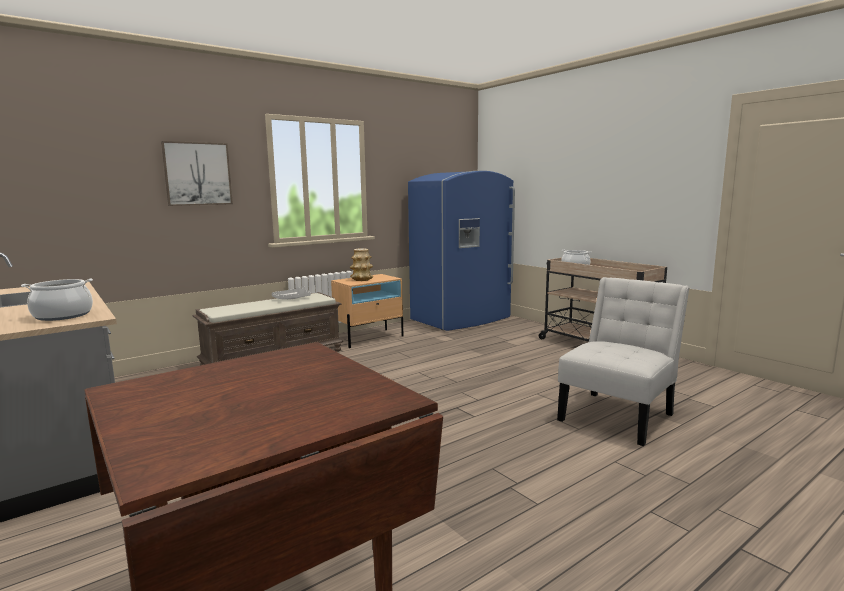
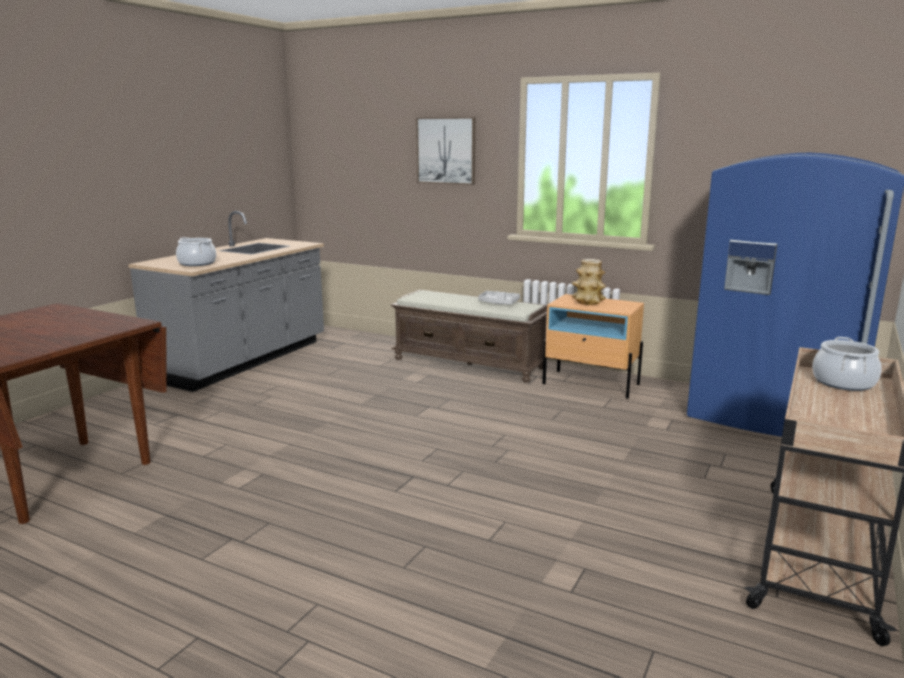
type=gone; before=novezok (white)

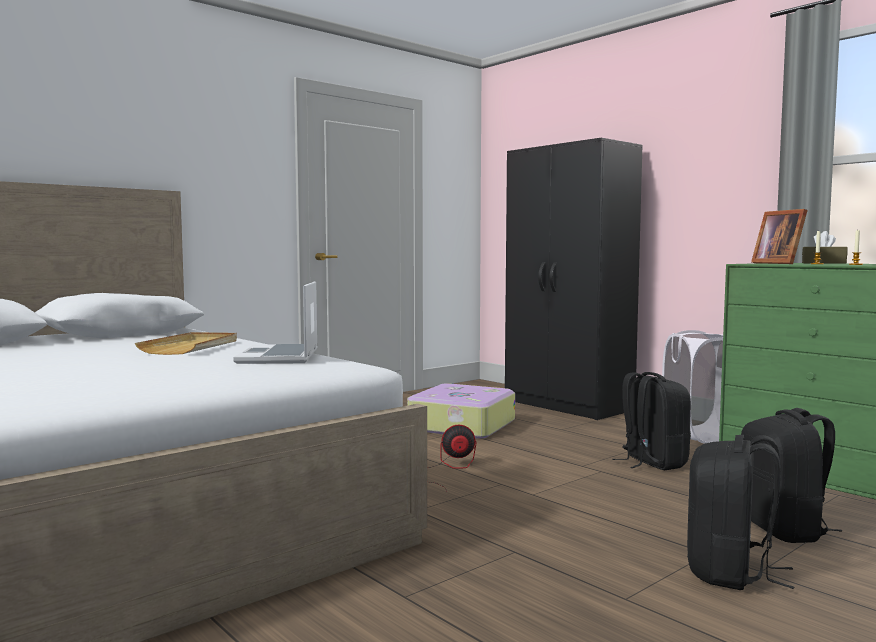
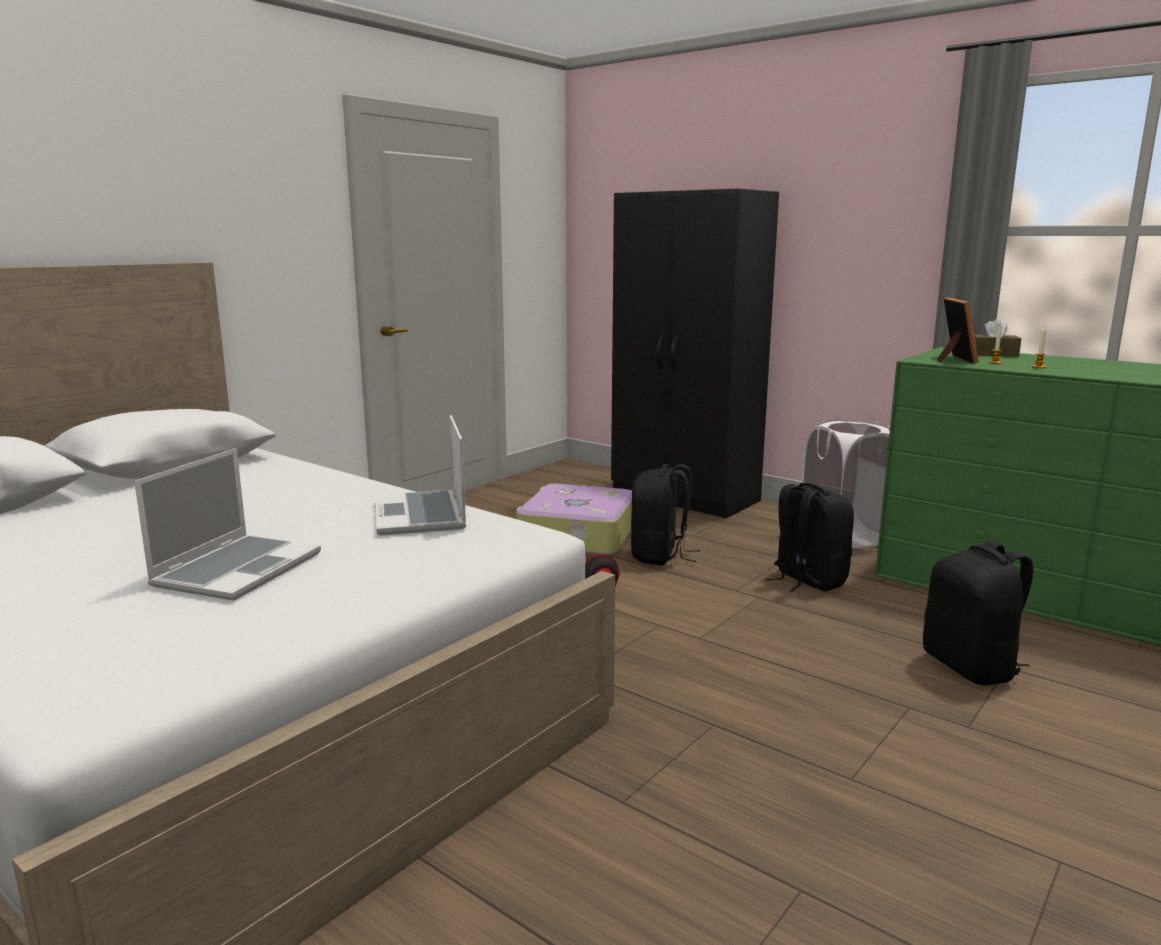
type=gone; before=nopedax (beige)
type=new; after=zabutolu (no. 1 from left)
type=shifted; before=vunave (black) (no. 2 from left in the first image); after=vunave (black) (no. 1 from left)
type=rotated; before=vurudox; turn=-150

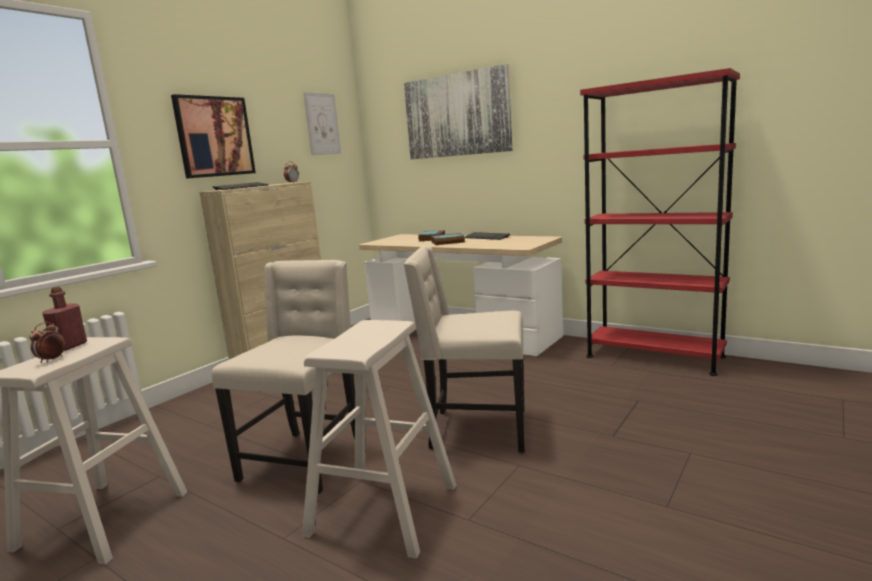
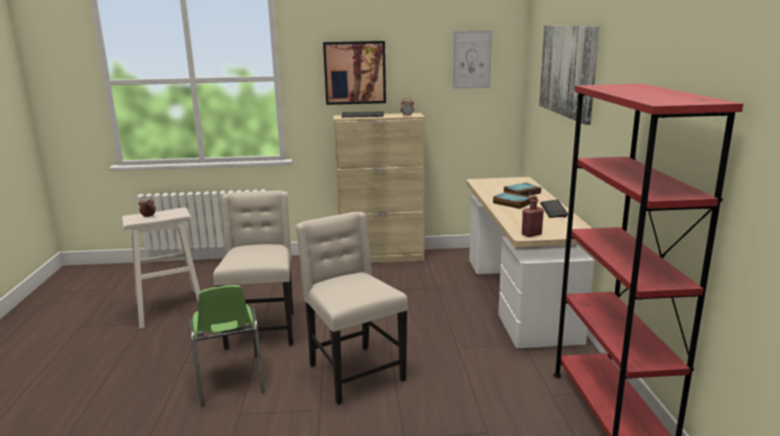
type=shifted; before=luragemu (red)
type=swapped; before=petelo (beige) (no. 2 from left); after=novezok (green)
type=rotated; before=novezok (beige) (no. 1 from left); turn=-75

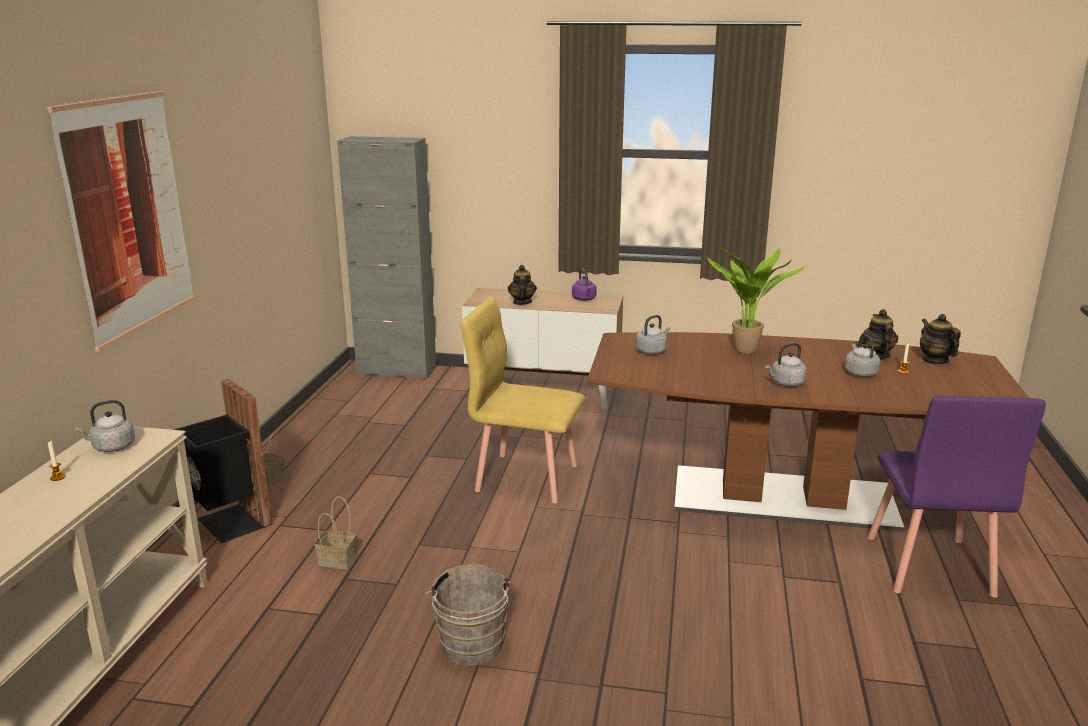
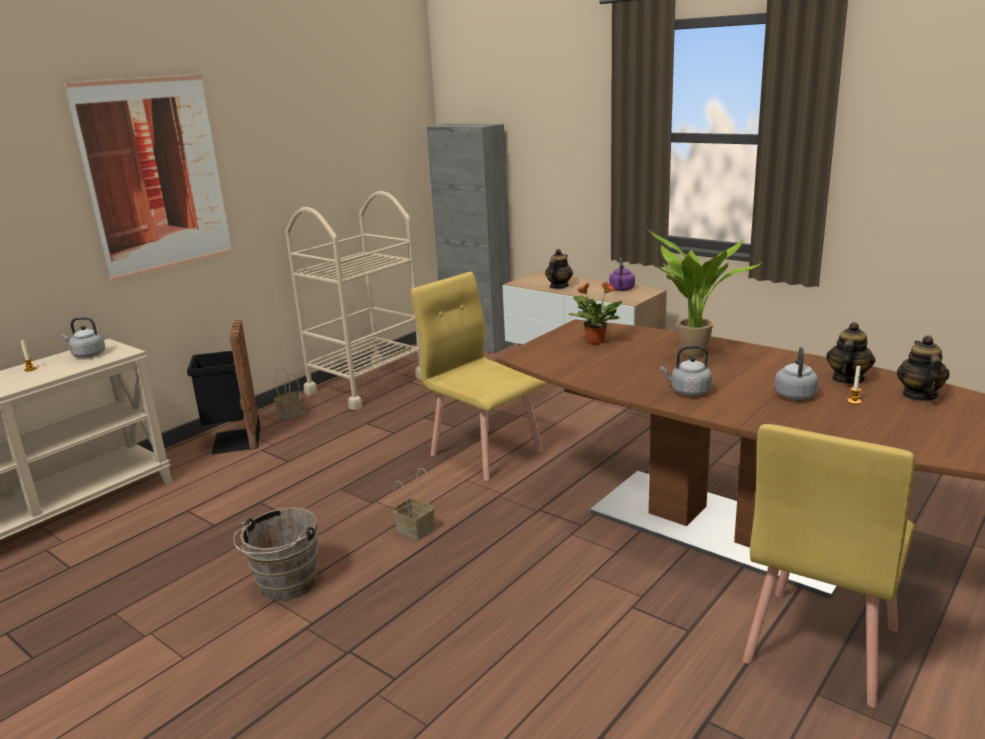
type=new; after=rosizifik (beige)
type=shifted; before=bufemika (no. 2 from left)
type=swapped; before=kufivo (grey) (no. 2 from left); after=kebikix (no. 1 from left)
type=repainted; before=novezok (purple); after=novezok (yellow) (no. 2 from left)

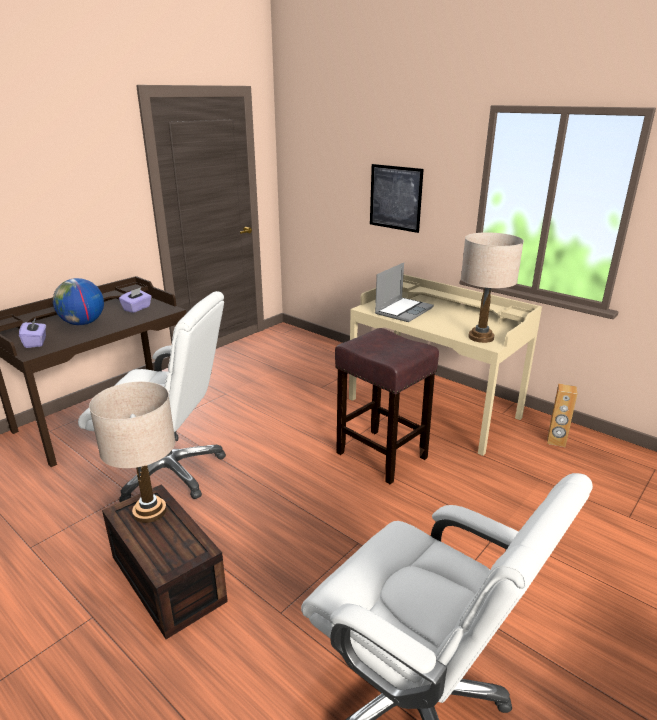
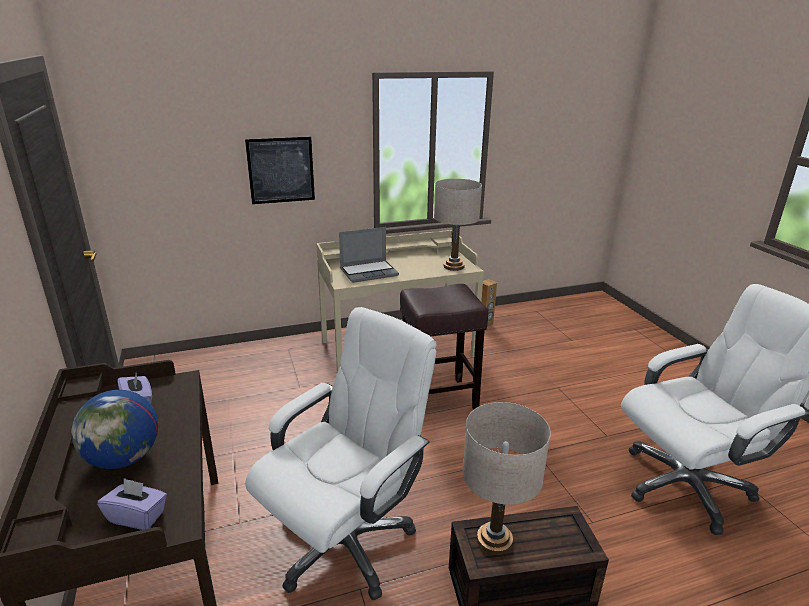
type=rotated; before=zabutolu; turn=90

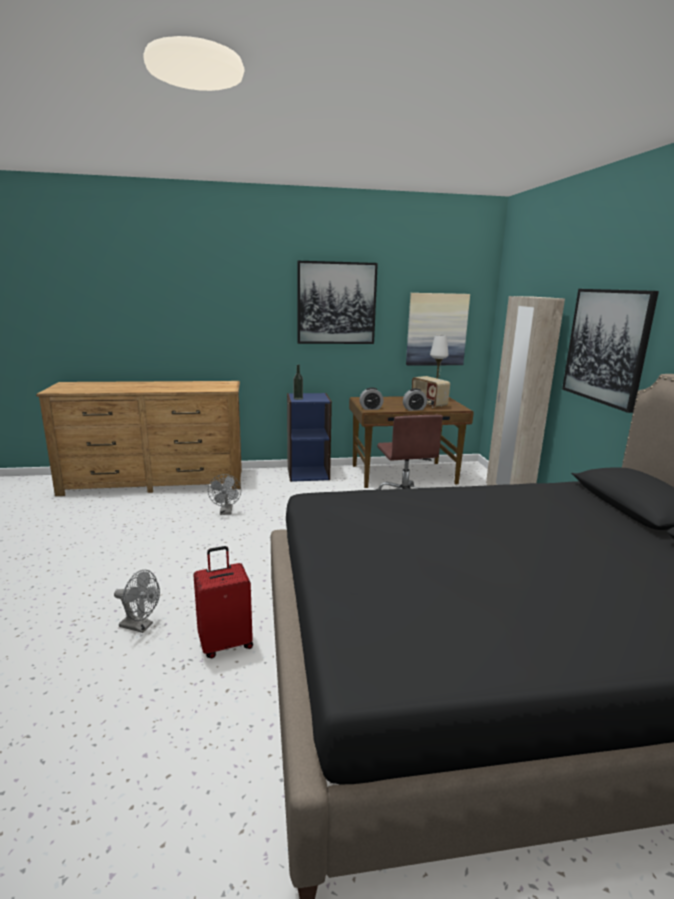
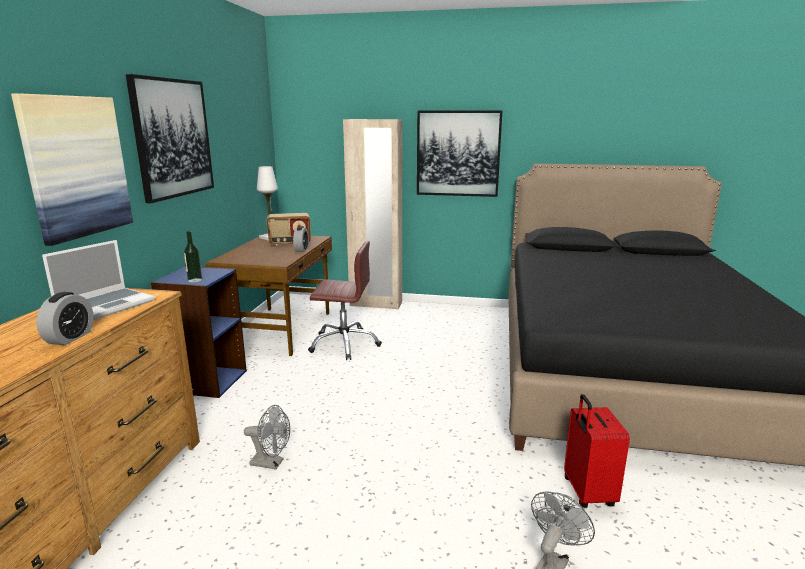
type=new; after=zabutolu
type=shifted; before=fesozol (no. 1 from left)
type=shifted; before=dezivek (no. 2 from left in the first image); after=dezivek (no. 1 from left)

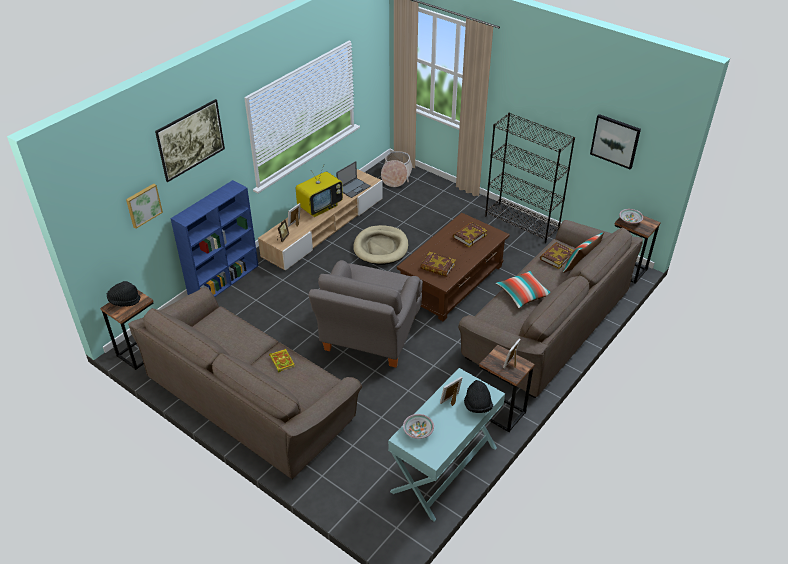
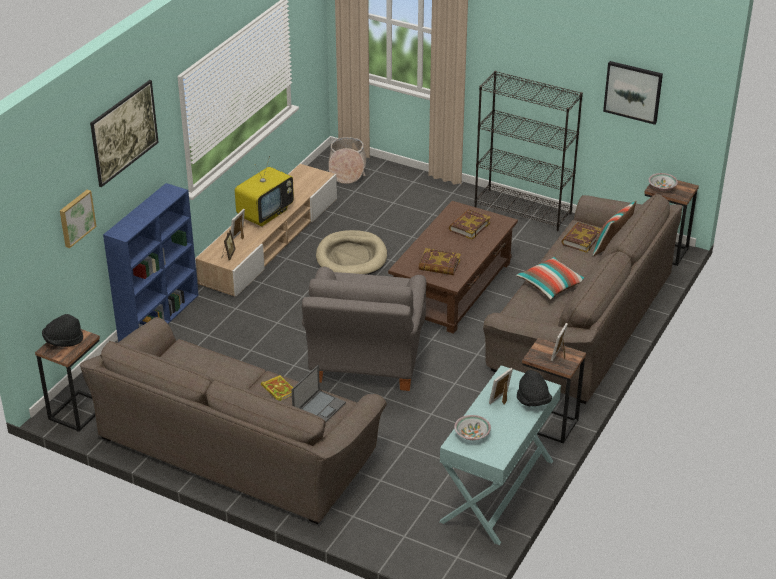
type=shifted; before=zabutolu

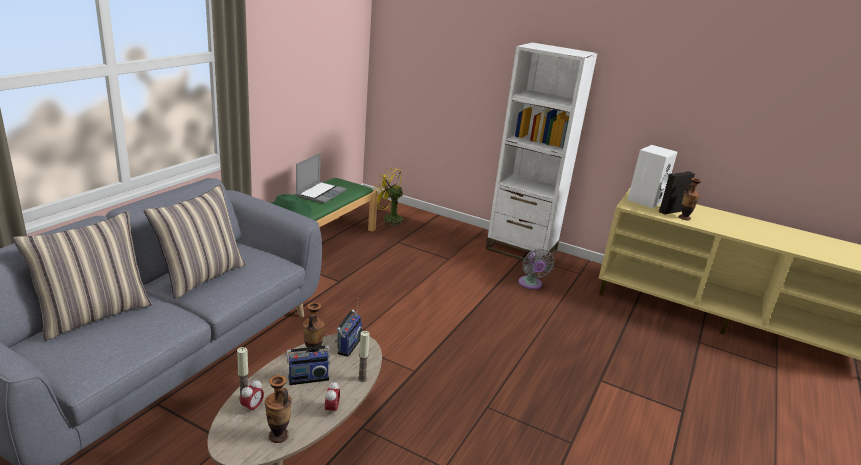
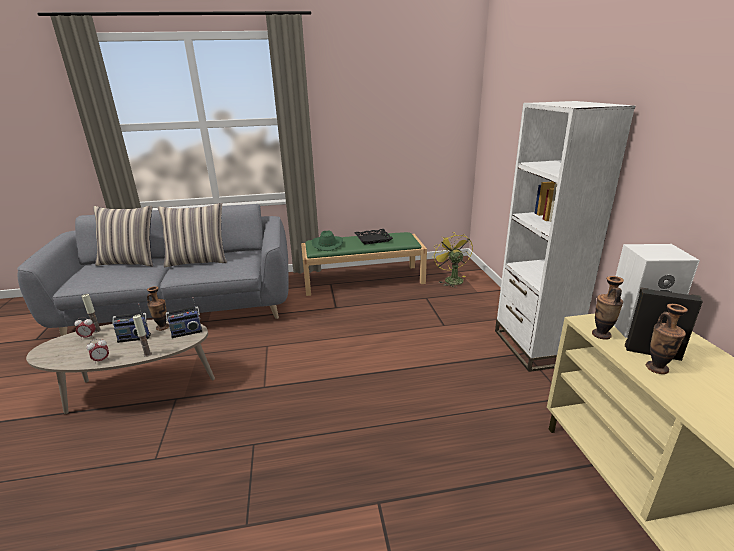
type=gone; before=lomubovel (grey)
type=shifted; before=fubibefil (no. 1 from left in the first image); after=fubibefil (no. 2 from left)
type=swapped; before=zabutolu; after=nopedax (black)
type=rotated; before=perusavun (no. 1 from left); turn=-45

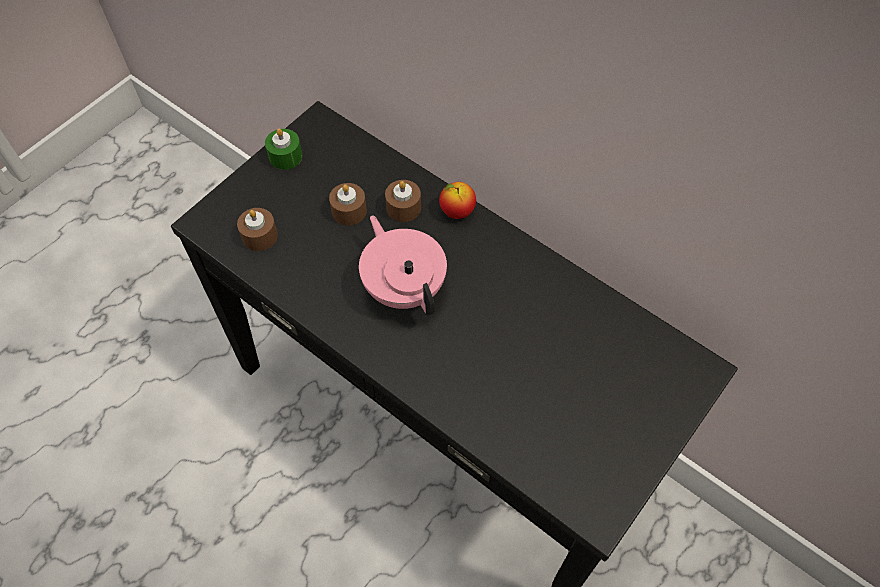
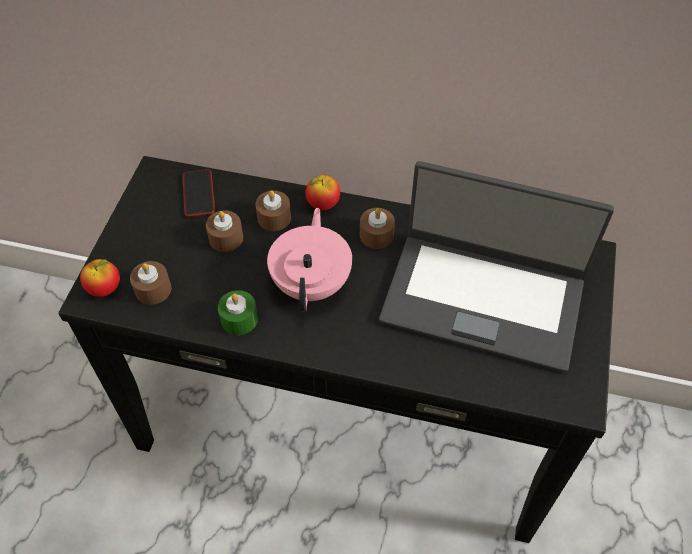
type=new; after=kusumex (no. 1 from left)
type=new; after=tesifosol
type=new; after=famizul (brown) (no. 4 from left)
type=new; after=zabutolu
type=shifted; before=famizul (green)
type=rotated; before=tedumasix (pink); turn=60

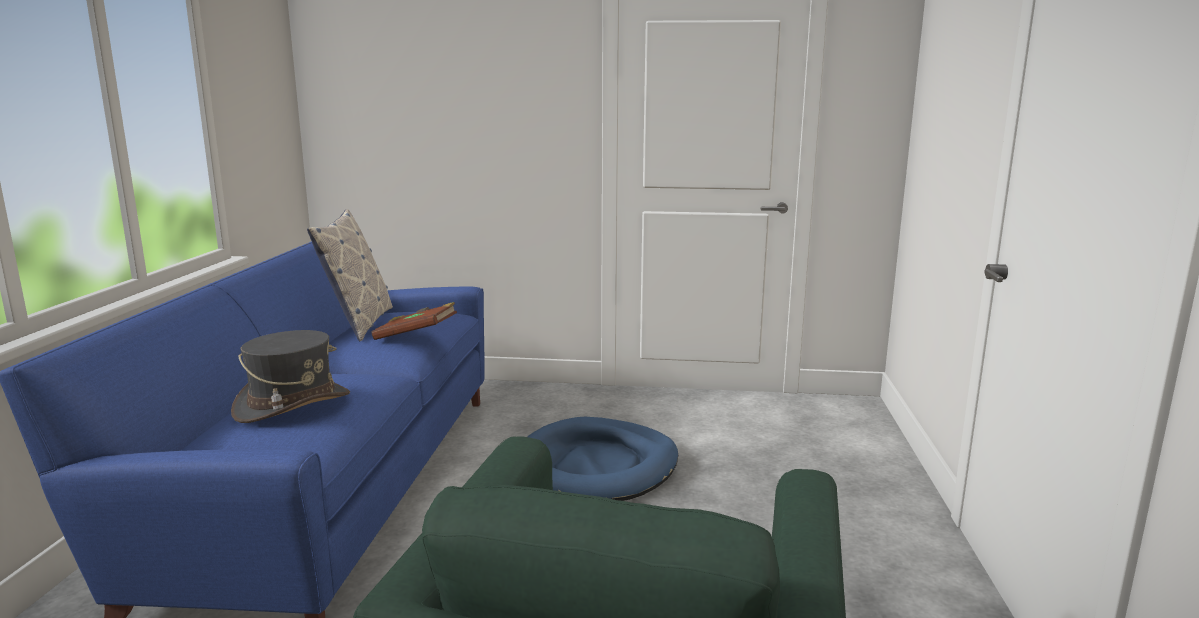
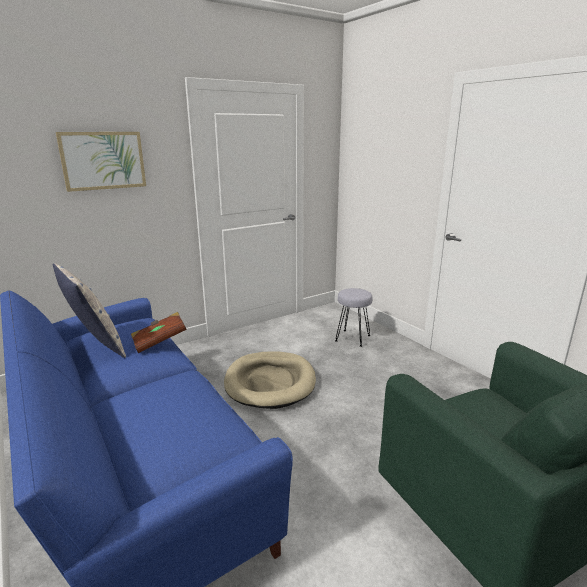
type=gone; before=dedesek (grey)
type=new; after=dezivek
type=new; after=petelo (grey)
type=repainted; before=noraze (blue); after=noraze (beige)

